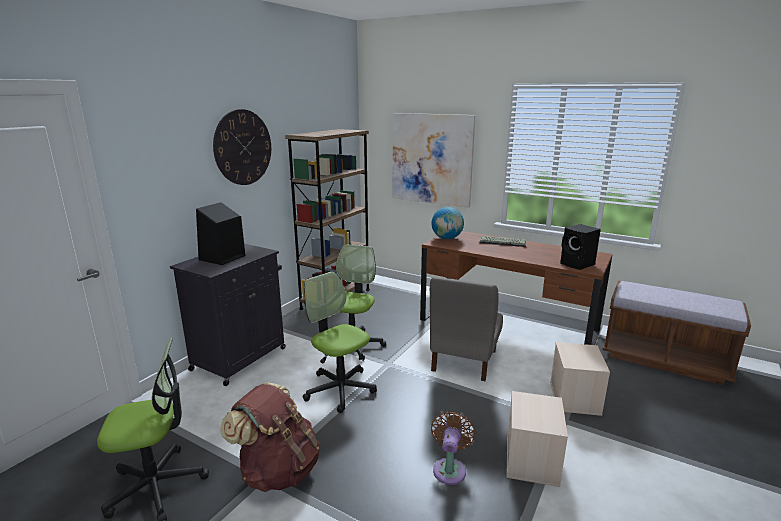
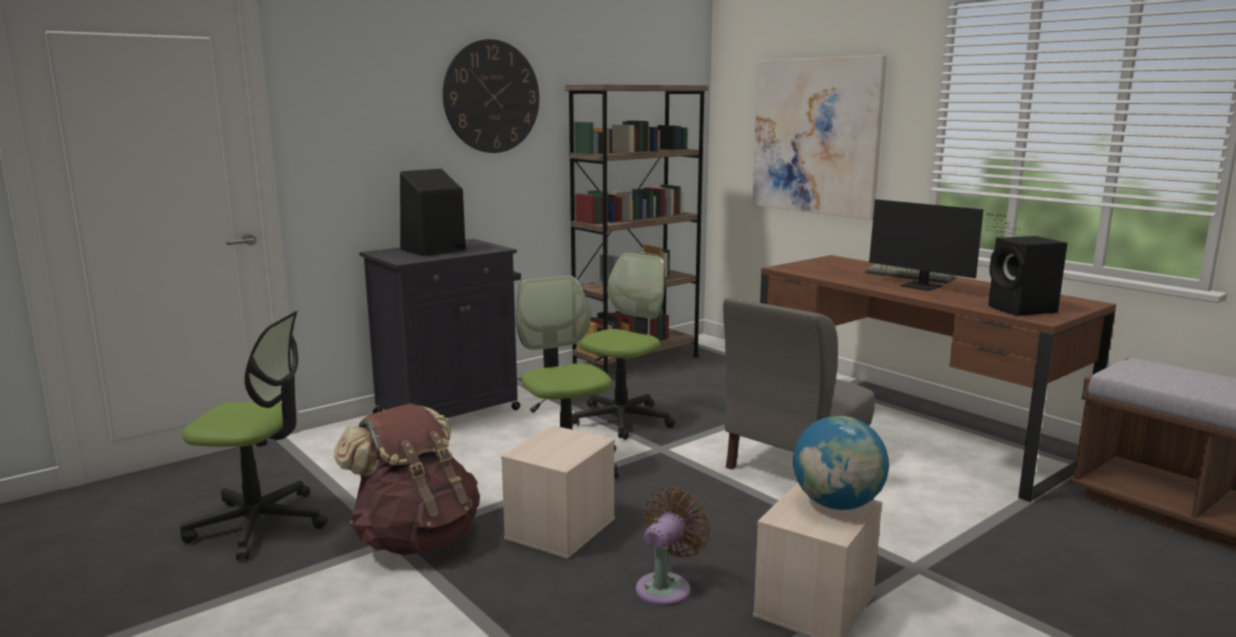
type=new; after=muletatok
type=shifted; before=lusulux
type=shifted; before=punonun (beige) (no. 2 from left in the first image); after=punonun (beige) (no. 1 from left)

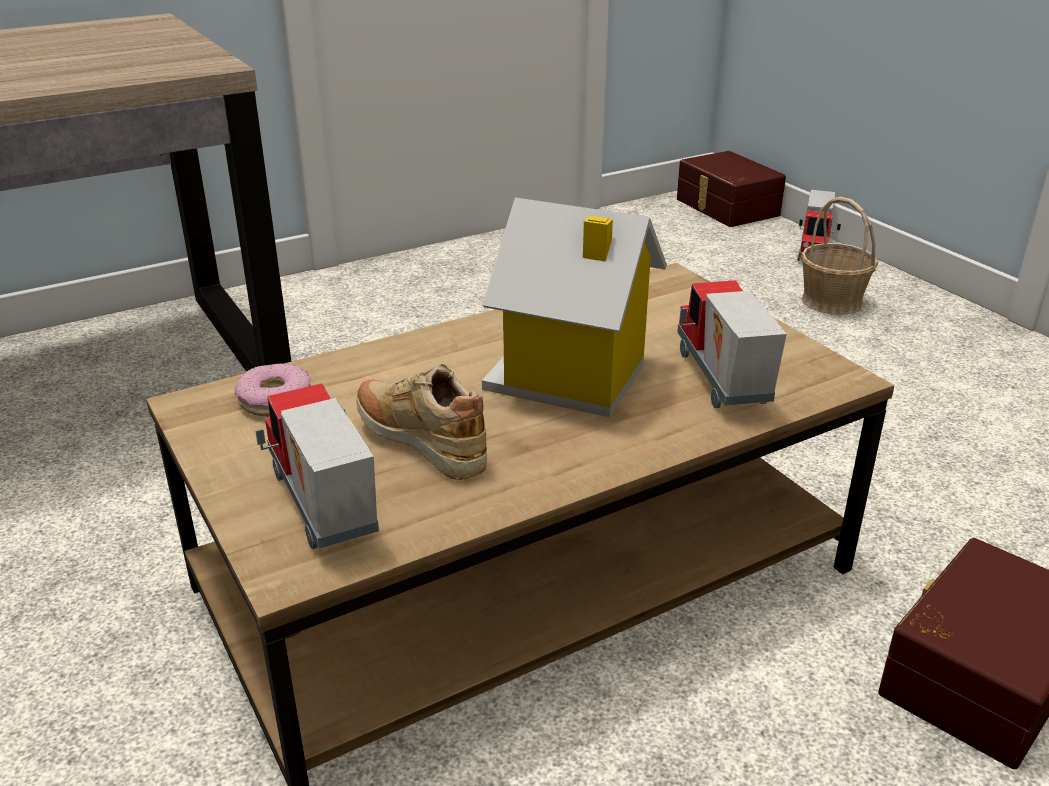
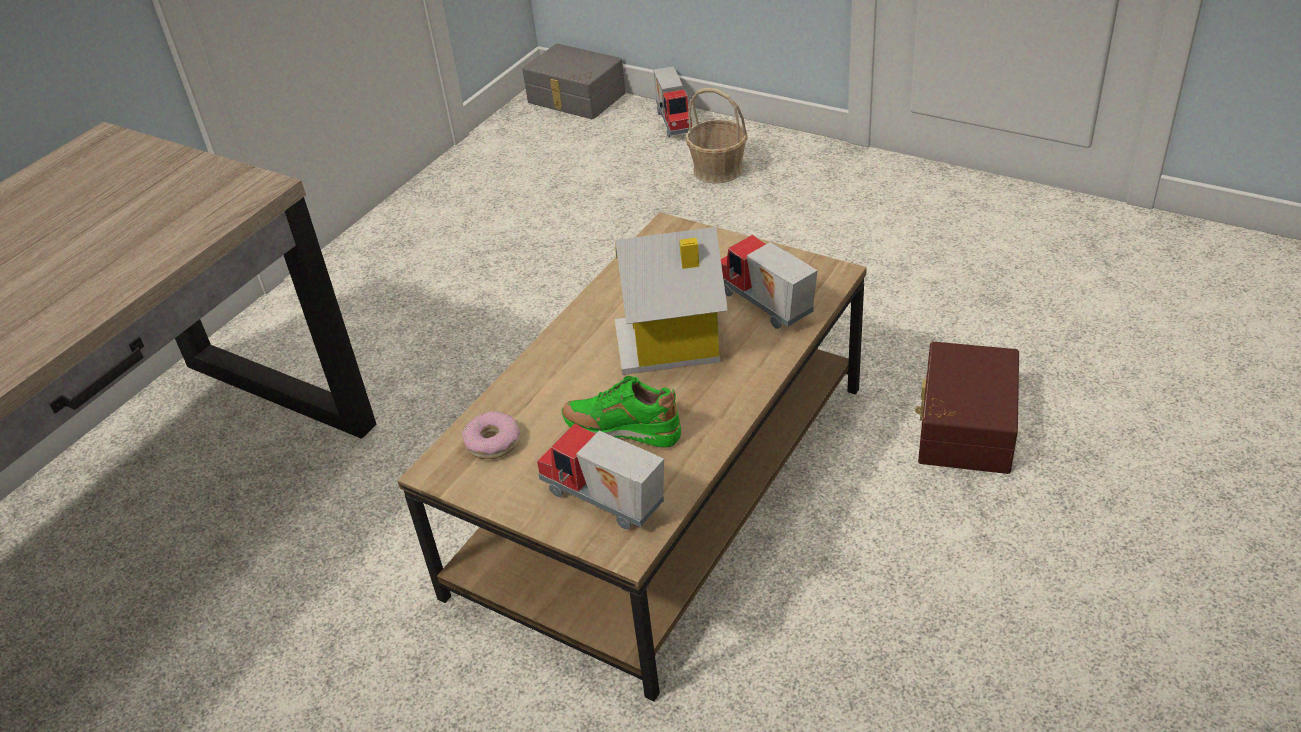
type=repainted; before=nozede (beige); after=nozede (green)
type=repainted; before=punonun (brown) (no. 1 from left); after=punonun (grey)

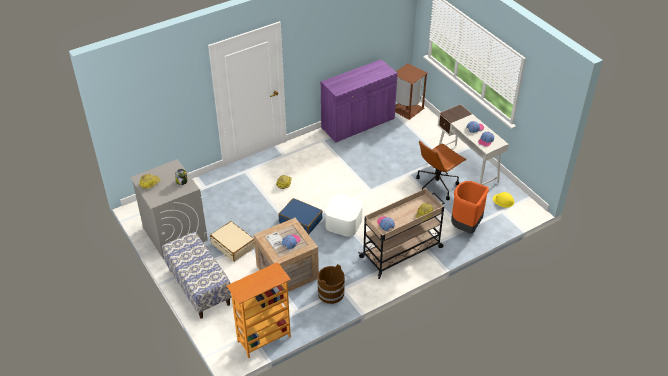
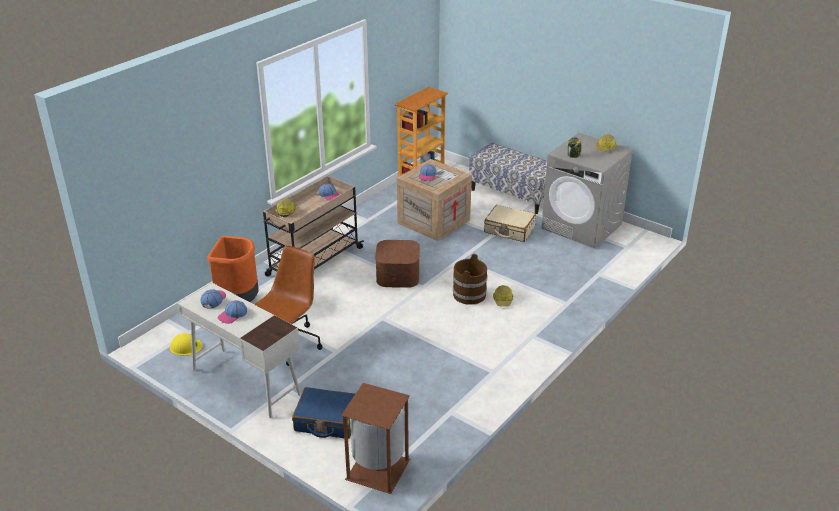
type=gone; before=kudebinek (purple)
type=shifted; before=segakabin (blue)
type=shifted; before=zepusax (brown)
type=repainted; before=punonun (white); after=punonun (brown)

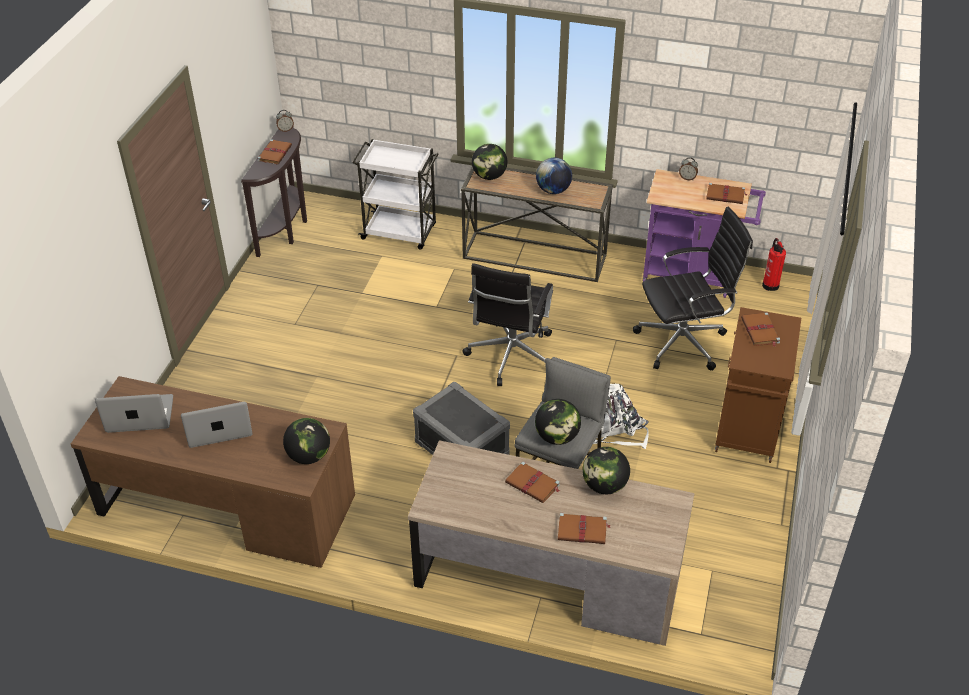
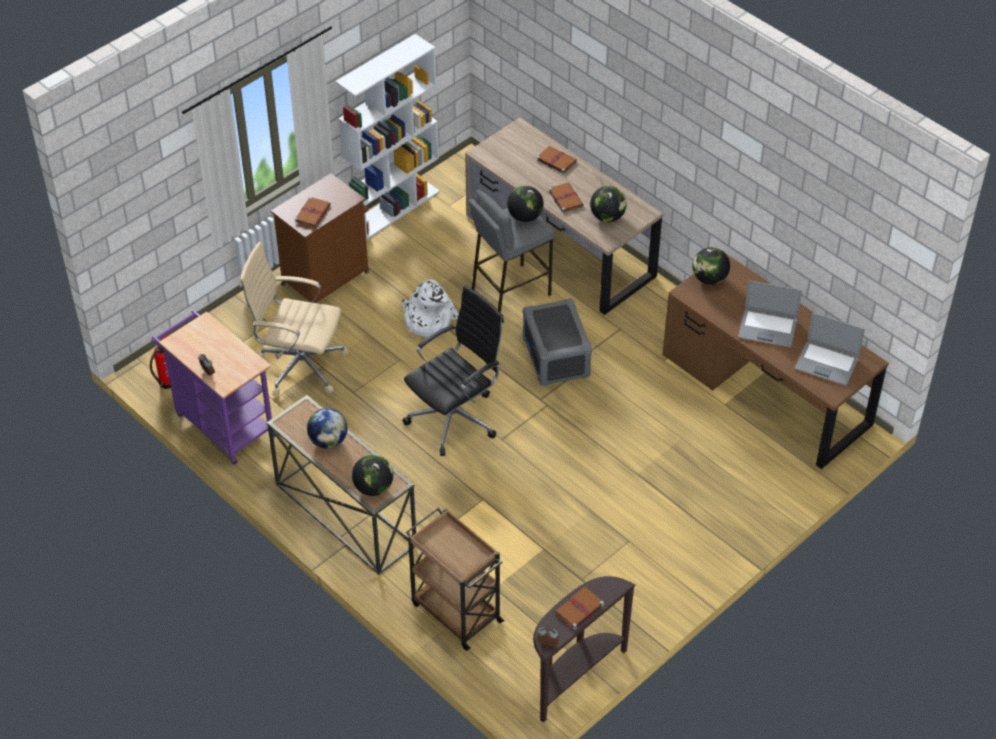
type=gone; before=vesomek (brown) (no. 4 from left)
type=new; after=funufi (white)
type=shifted; before=lusulux (no. 5 from left in the first image); after=lusulux (no. 4 from left)
type=repainted; before=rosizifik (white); after=rosizifik (brown)
type=repainted; before=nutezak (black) (no. 2 from left); after=nutezak (beige)

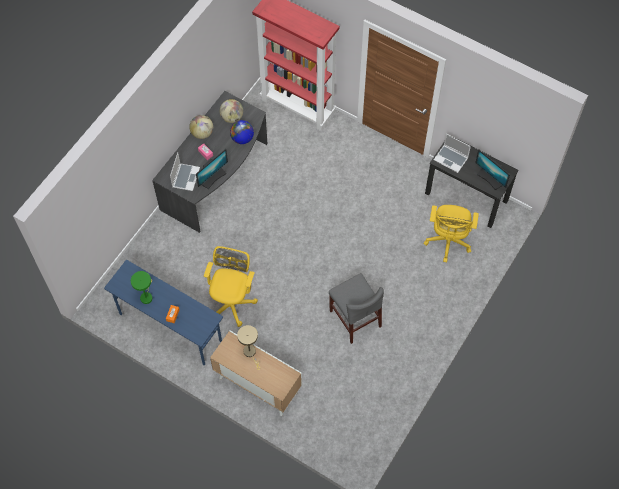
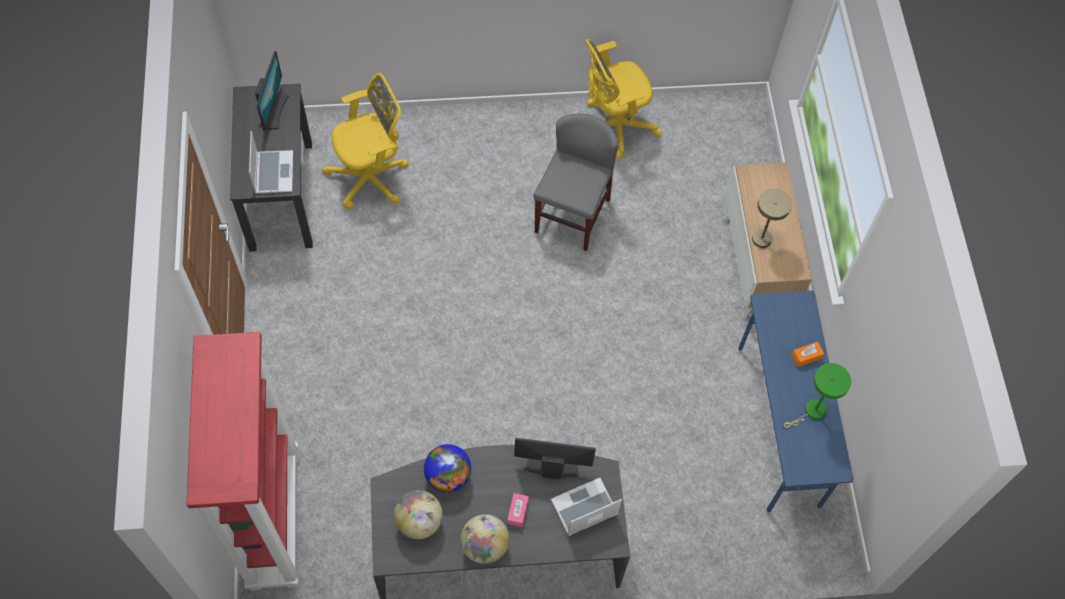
type=shifted; before=nutezak (yellow) (no. 1 from left in the first image); after=nutezak (yellow) (no. 2 from left)

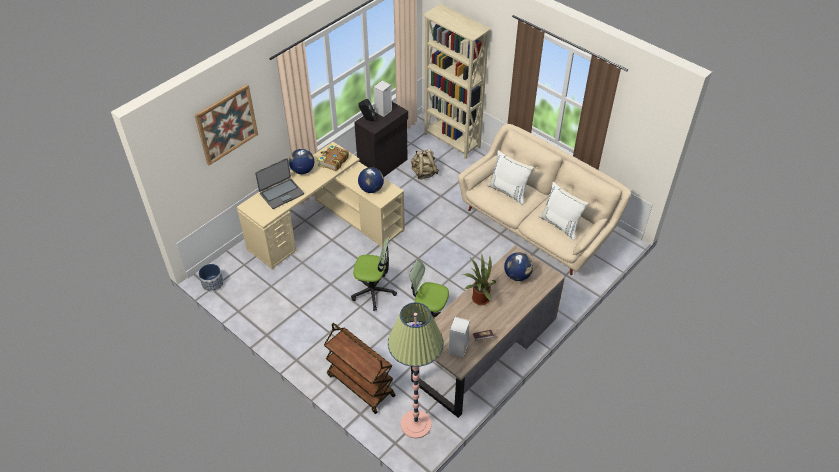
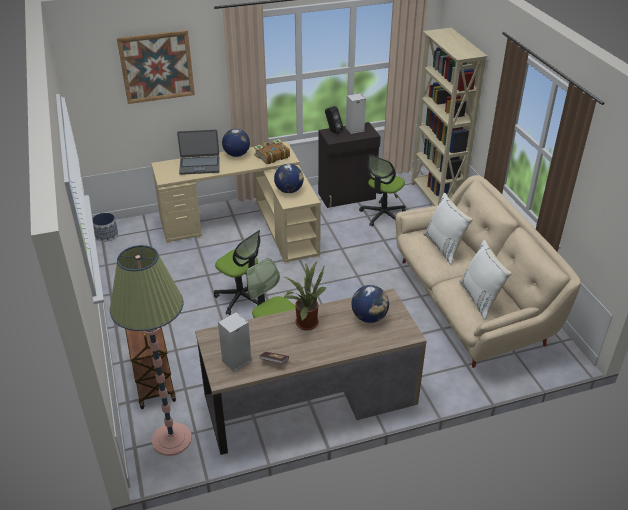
type=swapped; before=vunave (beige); after=nutezak (no. 3 from left)

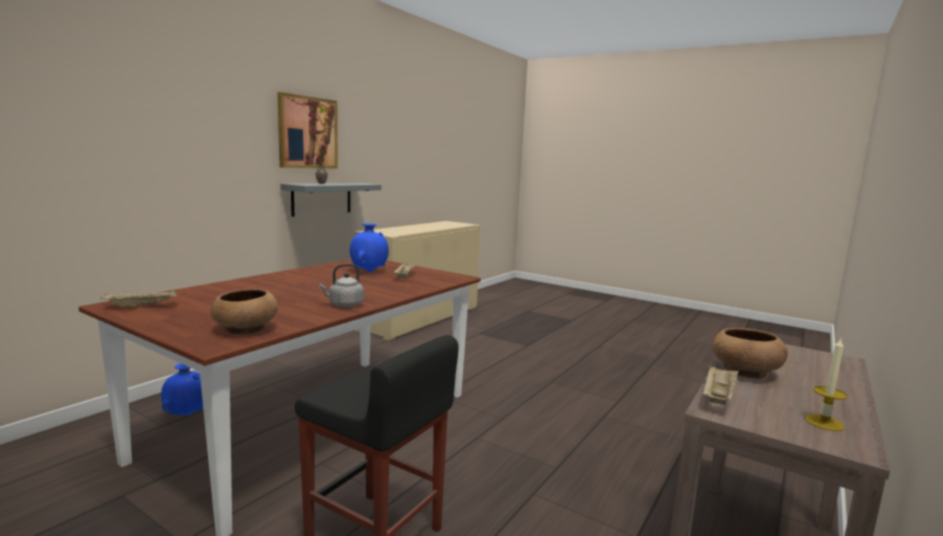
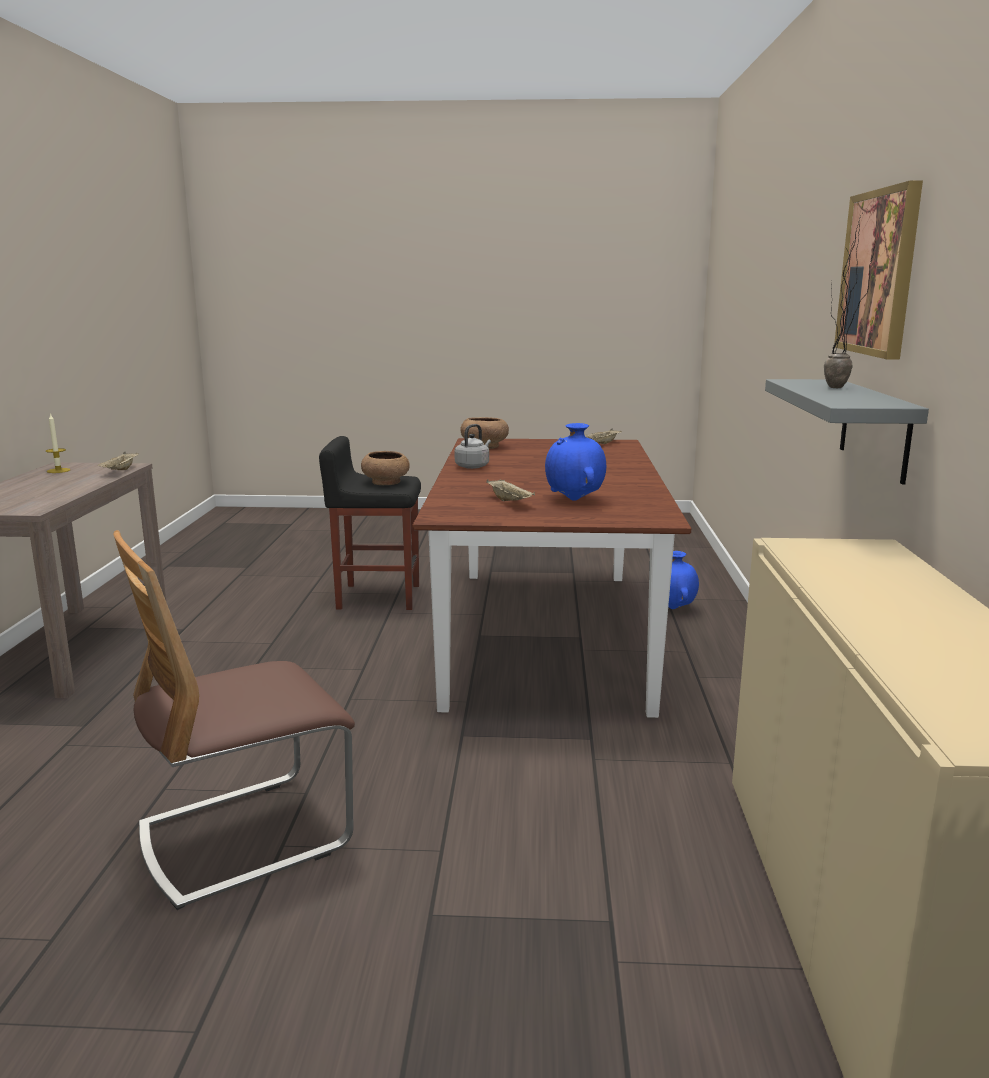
type=new; after=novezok
type=shifted; before=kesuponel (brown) (no. 2 from left in the first image); after=kesuponel (brown) (no. 1 from left)

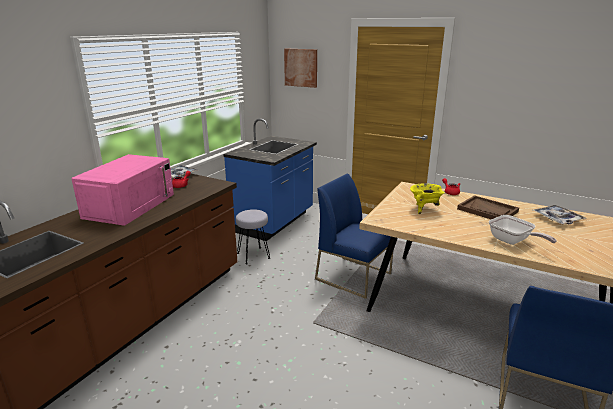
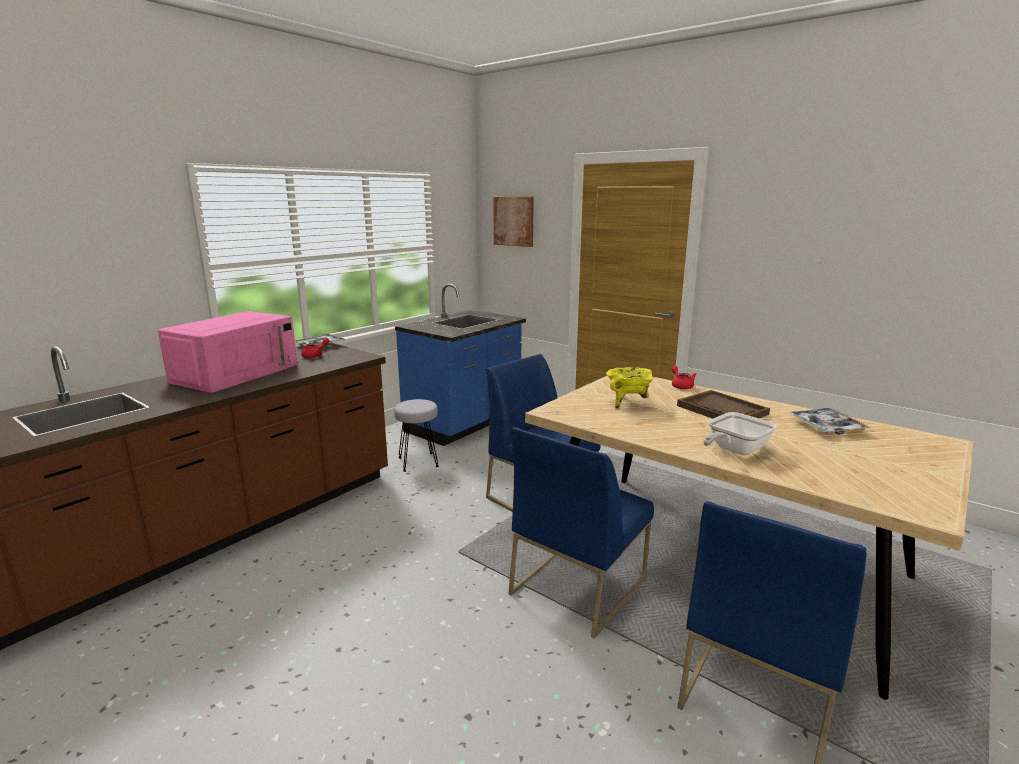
type=new; after=novezok (blue) (no. 2 from left)
type=rotated; before=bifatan; turn=75

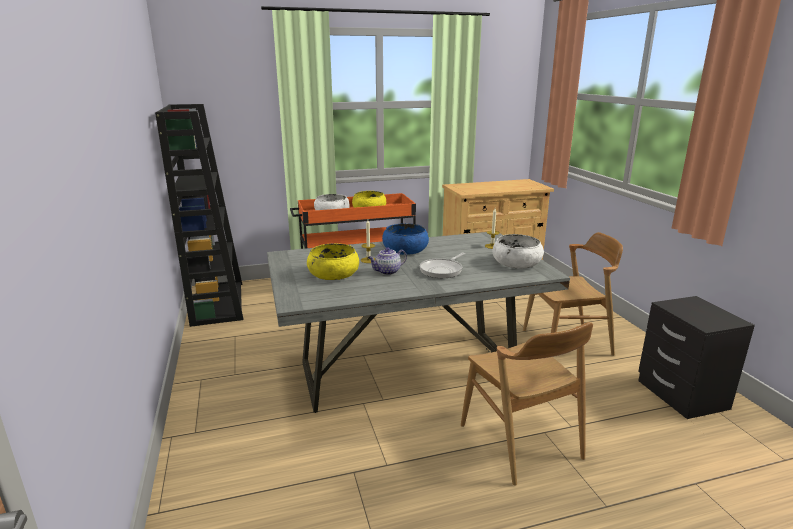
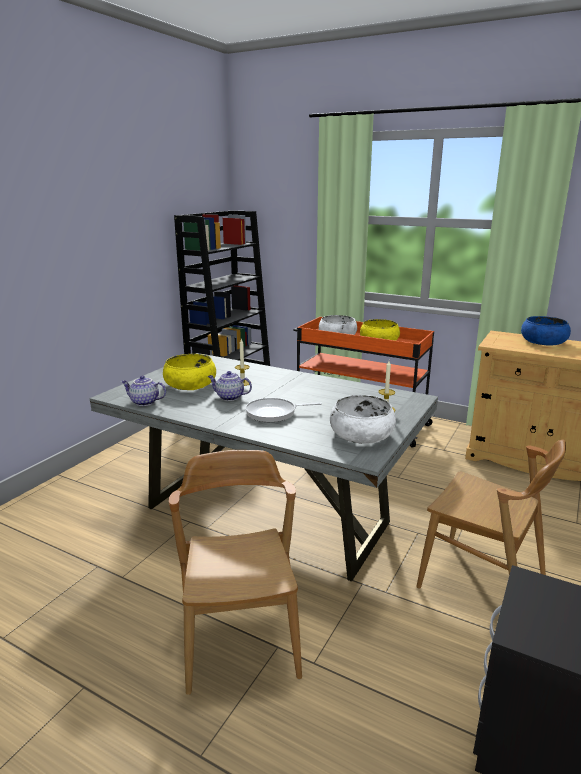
type=new; after=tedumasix (no. 1 from left)
type=shifted; before=kesuponel (blue)
type=rotated; before=novezok (brown) (no. 1 from left); turn=150

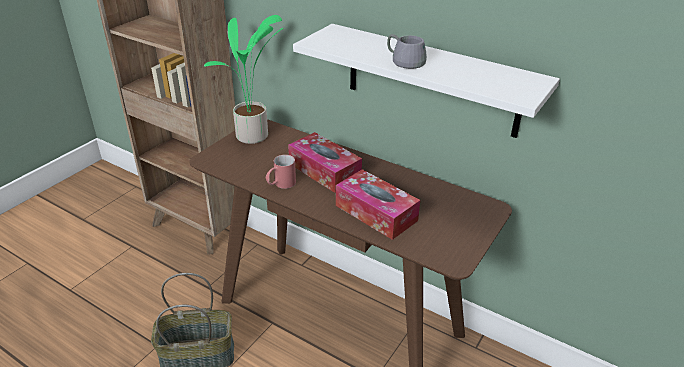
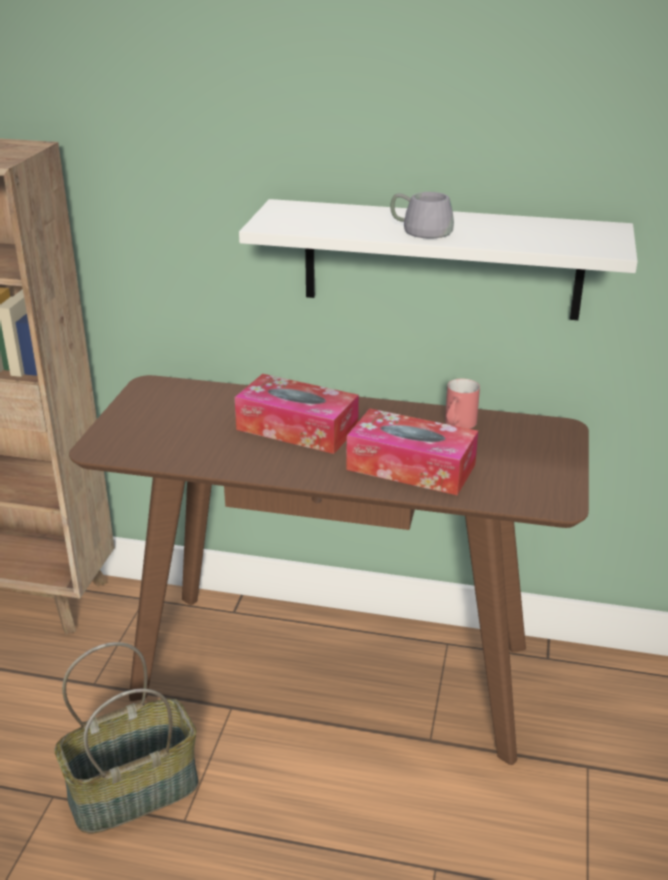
type=gone; before=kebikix
type=shifted; before=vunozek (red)

